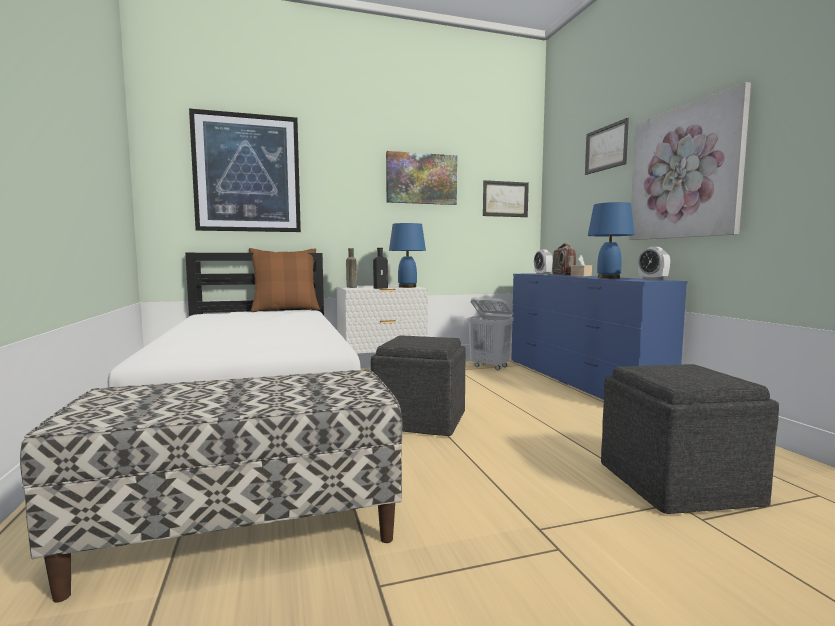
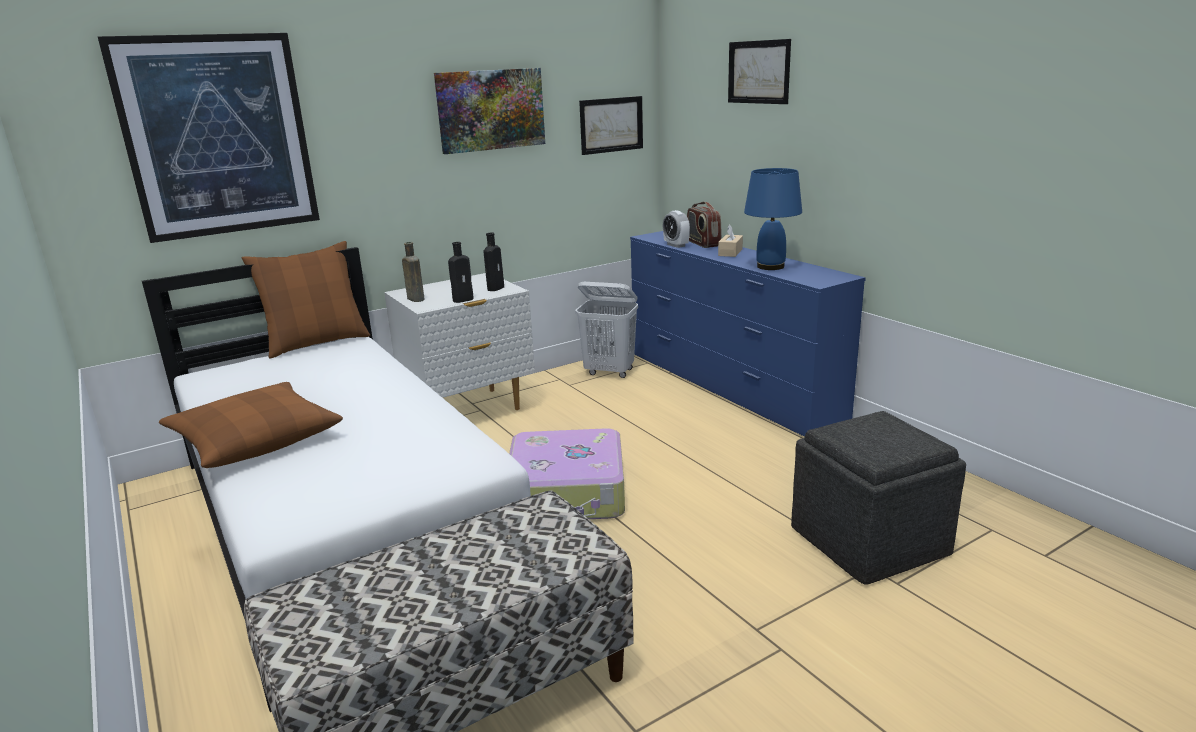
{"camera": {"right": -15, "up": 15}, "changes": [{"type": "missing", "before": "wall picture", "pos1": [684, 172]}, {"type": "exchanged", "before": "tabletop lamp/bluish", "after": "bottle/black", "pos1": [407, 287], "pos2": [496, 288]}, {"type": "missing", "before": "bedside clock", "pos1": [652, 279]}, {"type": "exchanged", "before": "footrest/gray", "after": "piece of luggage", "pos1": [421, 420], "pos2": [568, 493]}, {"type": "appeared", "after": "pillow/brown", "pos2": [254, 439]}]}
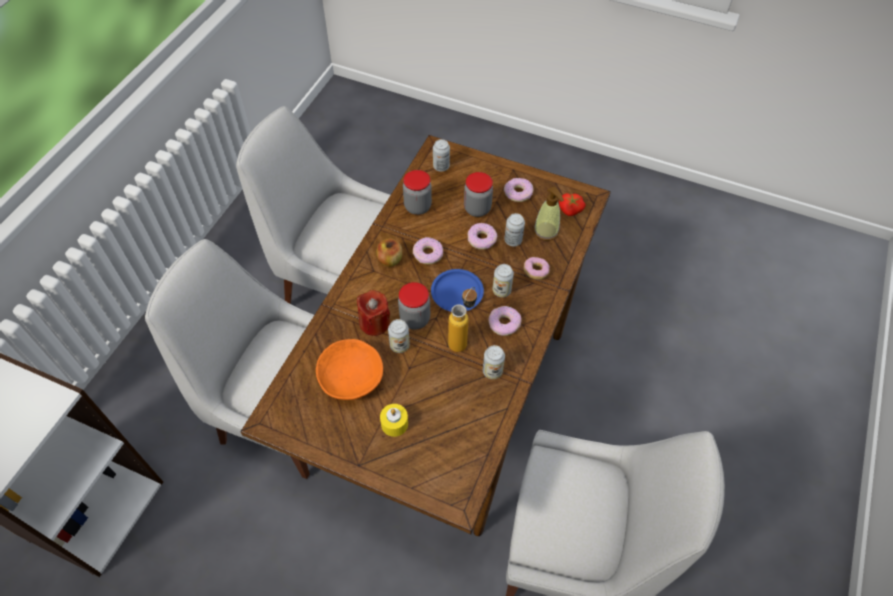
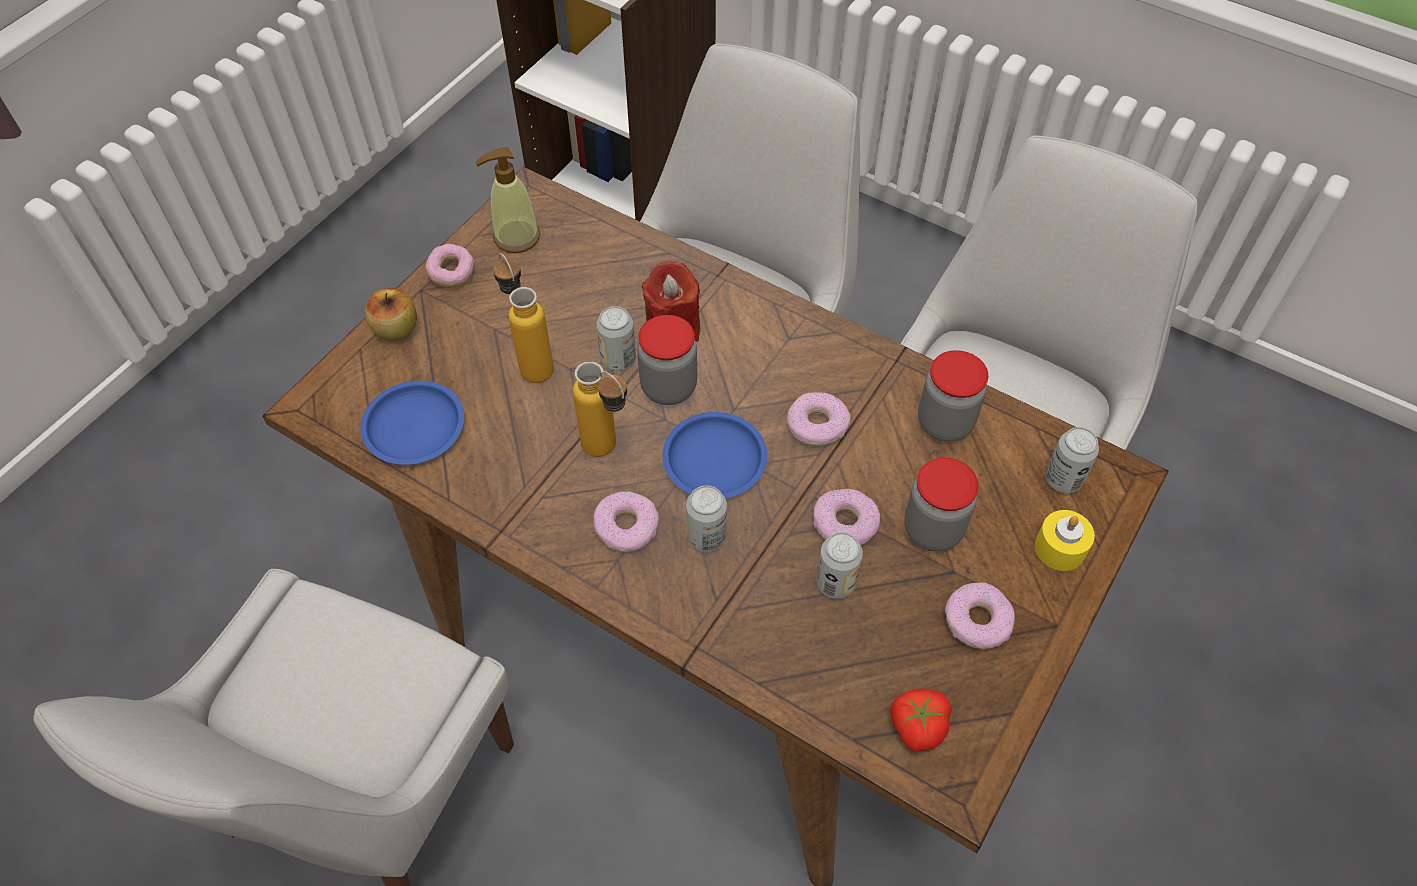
{"camera": {"right": 100, "up": 0}, "changes": [{"type": "relocated", "before": "soap dispenser", "pos1": [546, 231], "pos2": [516, 237]}, {"type": "relocated", "before": "apple fruit", "pos1": [390, 260], "pos2": [396, 329]}, {"type": "relocated", "before": "doughnut", "pos1": [535, 272], "pos2": [452, 274]}, {"type": "missing", "before": "deep dish/orange-coloured", "pos1": [351, 378]}, {"type": "missing", "before": "sealed can", "pos1": [492, 371]}, {"type": "relocated", "before": "wax light/yellowish", "pos1": [394, 423], "pos2": [1060, 548]}, {"type": "appeared", "after": "bottle", "pos2": [530, 361]}, {"type": "appeared", "after": "plate/bluish", "pos2": [413, 427]}]}
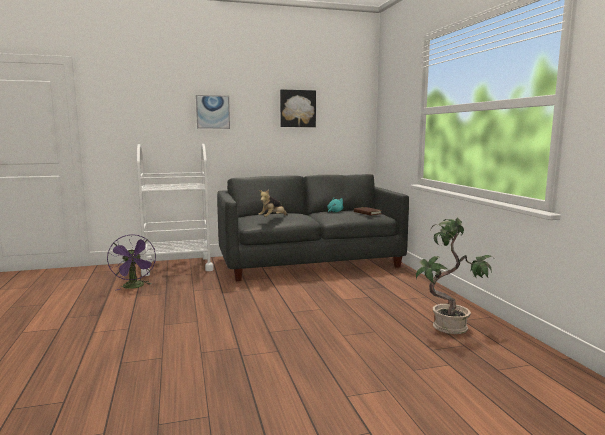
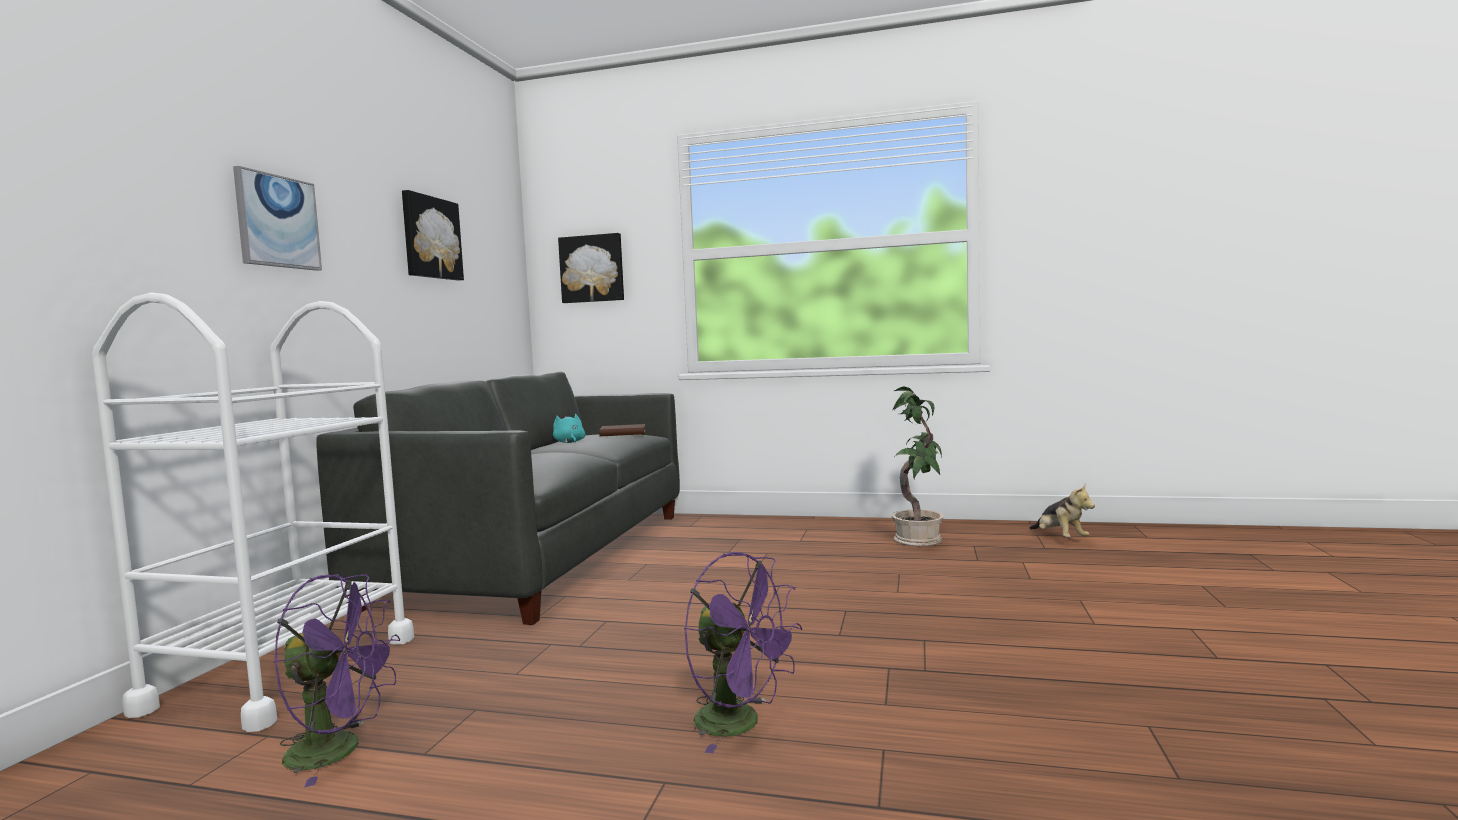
{"camera": {"right": -60, "up": -5}, "changes": [{"type": "relocated", "before": "plush toy", "pos1": [273, 218], "pos2": [1060, 538]}, {"type": "appeared", "after": "wall picture", "pos2": [592, 269]}, {"type": "appeared", "after": "electric fan/purple-coloured", "pos2": [740, 724]}]}
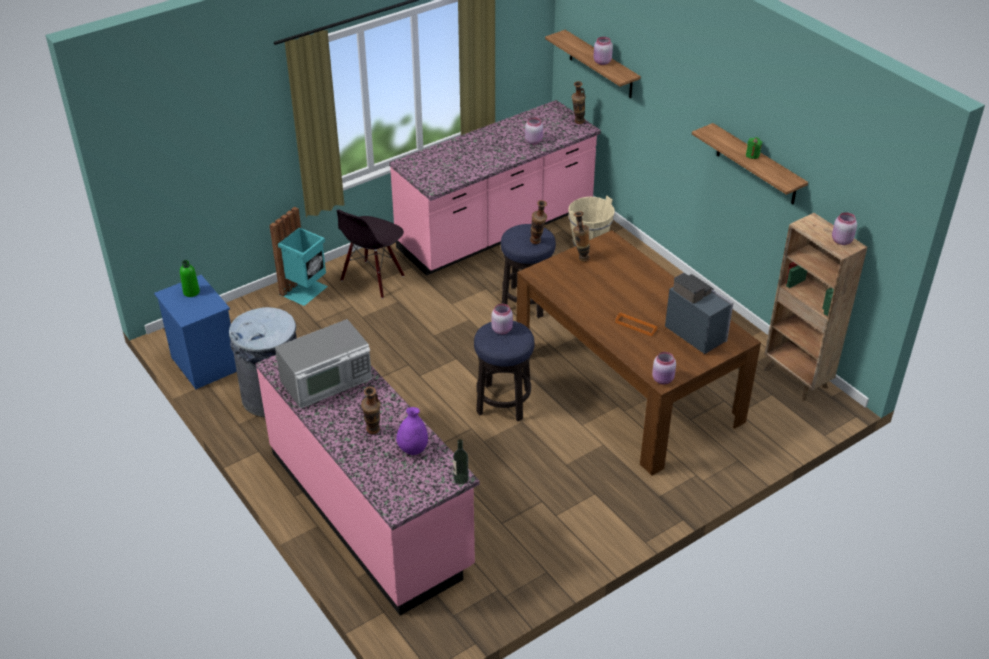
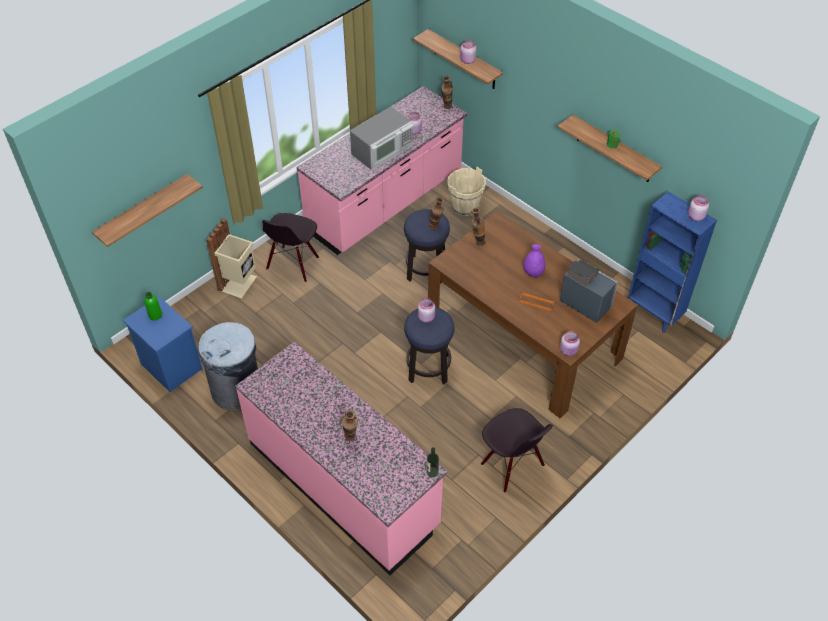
{"camera": {"right": -10, "up": 10}, "changes": [{"type": "colour", "before": "waste bin/turquoise", "after": "waste bin/sand-coloured", "pos1": [305, 291], "pos2": [239, 283]}, {"type": "colour", "before": "shelving unit/brown", "after": "shelving unit/bluish", "pos1": [796, 379], "pos2": [654, 314]}, {"type": "relocated", "before": "microwave", "pos1": [327, 381], "pos2": [382, 150]}, {"type": "relocated", "before": "decorative vase/purple-coloured", "pos1": [413, 449], "pos2": [533, 273]}, {"type": "appeared", "after": "shelf", "pos2": [143, 212]}, {"type": "appeared", "after": "chair/black", "pos2": [512, 465]}]}
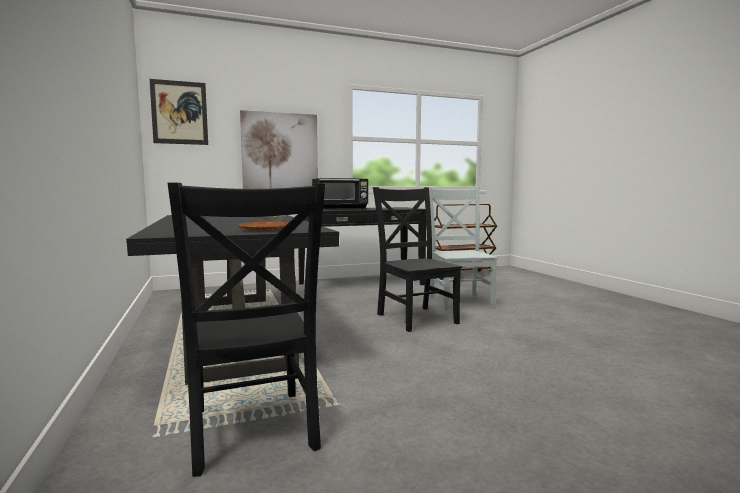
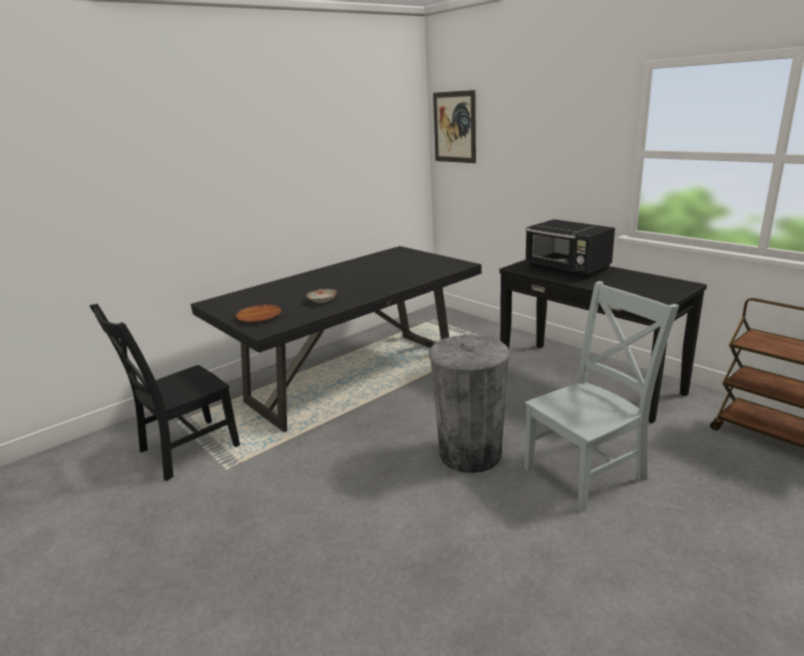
{"camera": {"right": 70, "up": 15}, "changes": [{"type": "missing", "before": "wall picture", "pos1": [280, 151]}, {"type": "exchanged", "before": "chair/black", "after": "waste bin/gray", "pos1": [415, 317], "pos2": [470, 453]}]}
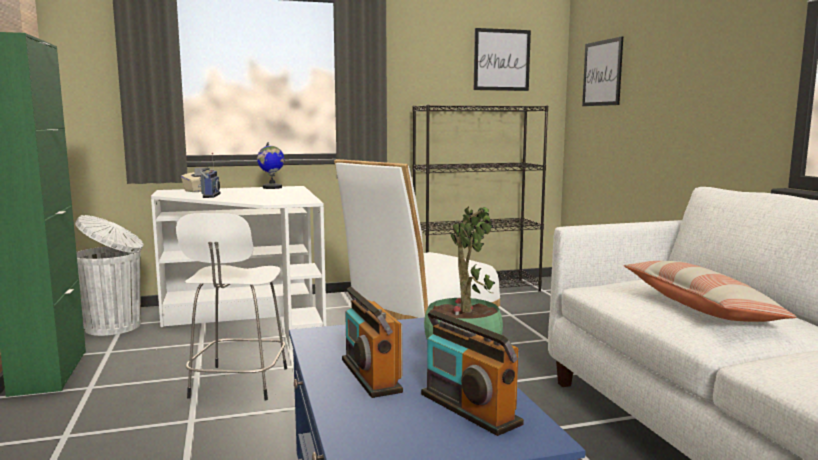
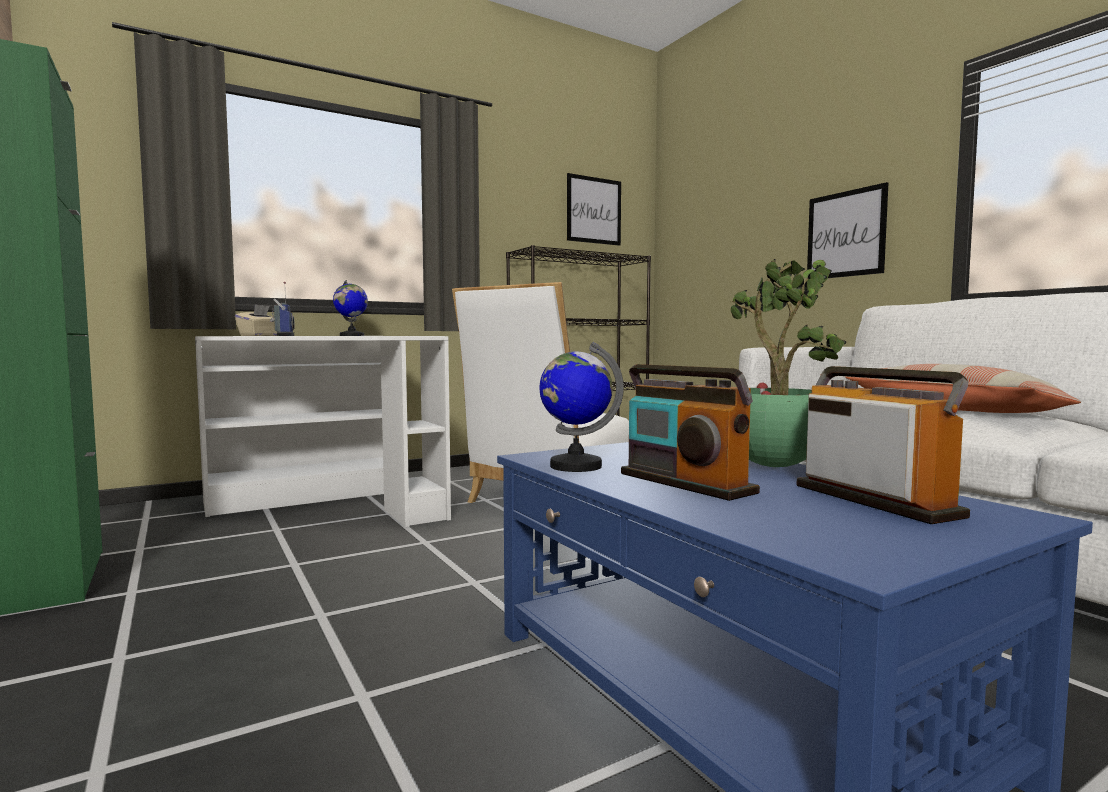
{"camera": {"right": -15, "up": -5}, "changes": [{"type": "relocated", "before": "wall picture", "pos1": [602, 73], "pos2": [845, 234]}, {"type": "missing", "before": "stool seat/whitish", "pos1": [238, 384]}, {"type": "missing", "before": "waste bin/whitish", "pos1": [115, 327]}, {"type": "spun", "before": "radio", "pos1": [469, 409], "pos2": [874, 500], "turn": -150}, {"type": "appeared", "after": "world globe", "pos2": [575, 466]}]}
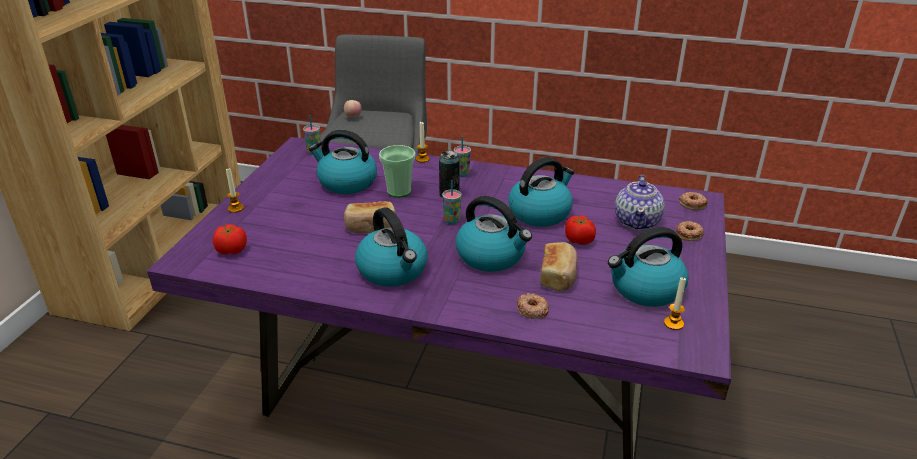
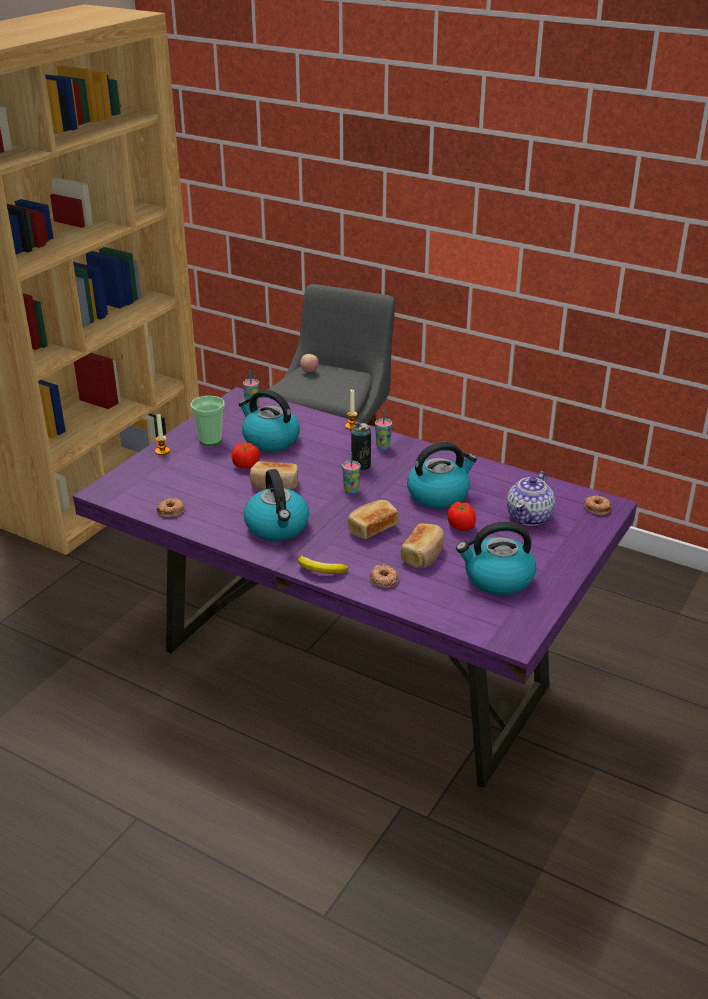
{"camera": {"right": 15, "up": 0}, "changes": [{"type": "relocated", "before": "small cup", "pos1": [399, 191], "pos2": [210, 439]}, {"type": "exchanged", "before": "kettle", "after": "bread", "pos1": [492, 256], "pos2": [371, 528]}, {"type": "relocated", "before": "doughnut", "pos1": [689, 234], "pos2": [171, 510]}, {"type": "relocated", "before": "fresh tomato", "pos1": [232, 251], "pos2": [246, 465]}, {"type": "missing", "before": "wax light", "pos1": [673, 323]}, {"type": "appeared", "after": "banana fruit", "pos2": [320, 570]}]}
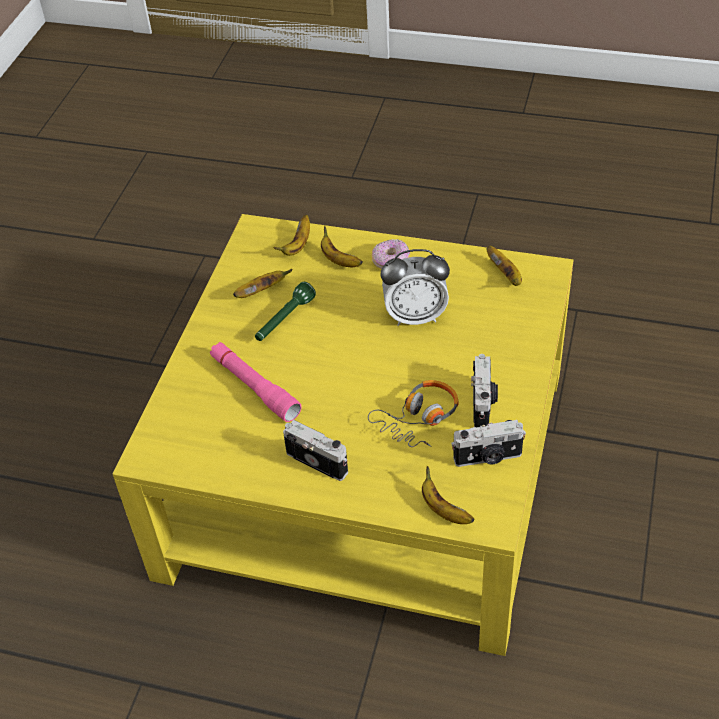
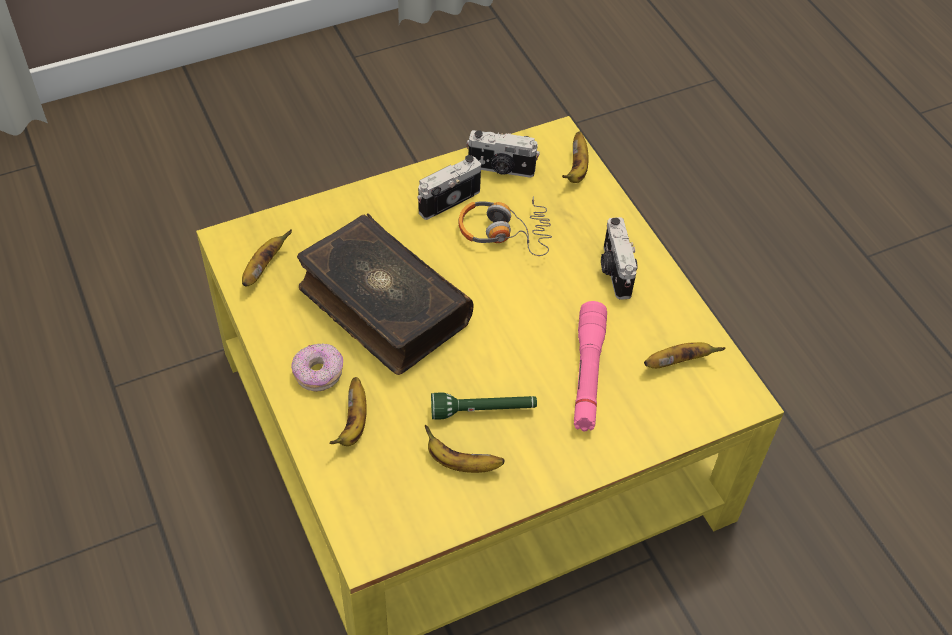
{"camera": {"right": -135, "up": 5}, "changes": [{"type": "relocated", "before": "banana fruit", "pos1": [298, 245], "pos2": [677, 362]}, {"type": "exchanged", "before": "bedside clock", "after": "bound book", "pos1": [415, 316], "pos2": [382, 306]}, {"type": "spun", "before": "photo camera", "pos1": [488, 458], "pos2": [501, 169], "turn": 150}]}
